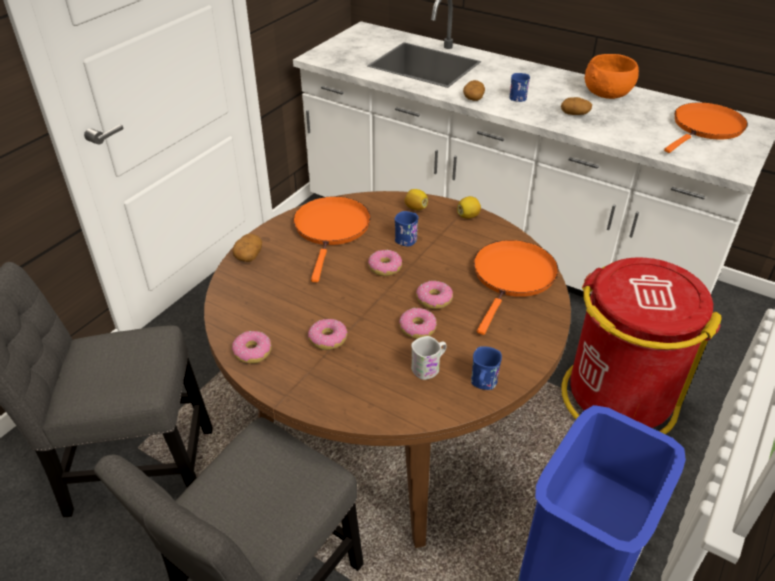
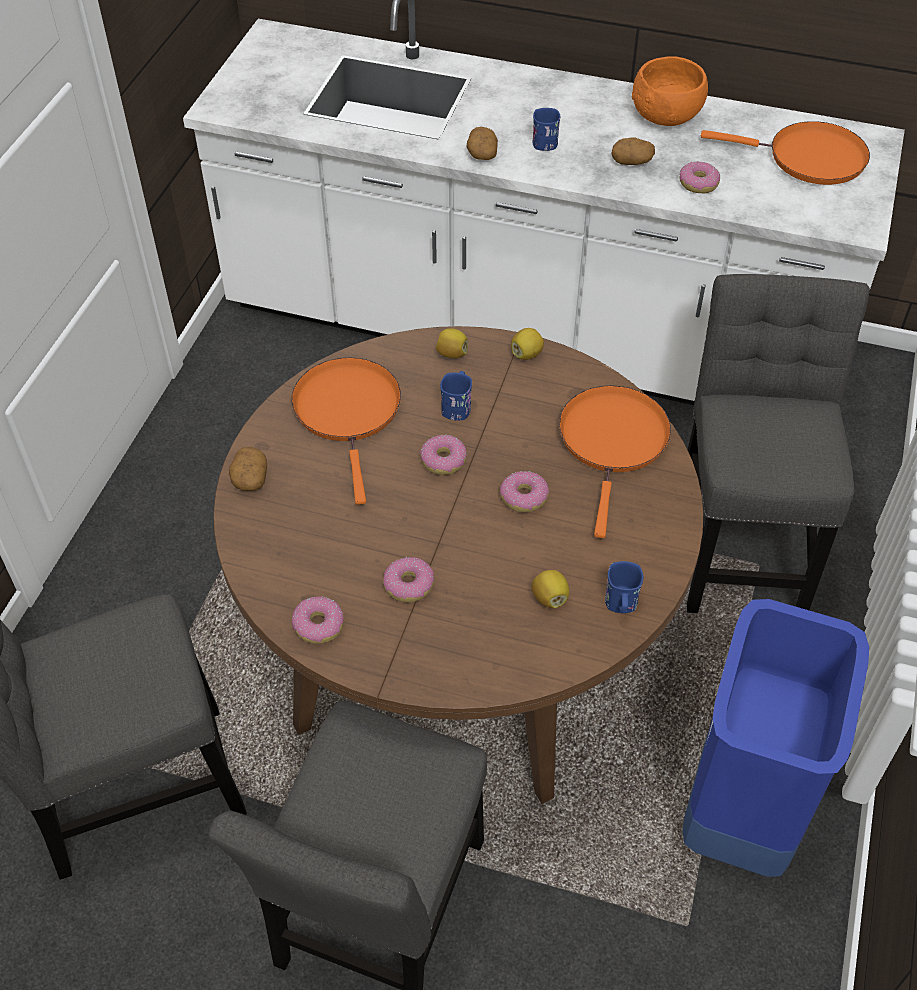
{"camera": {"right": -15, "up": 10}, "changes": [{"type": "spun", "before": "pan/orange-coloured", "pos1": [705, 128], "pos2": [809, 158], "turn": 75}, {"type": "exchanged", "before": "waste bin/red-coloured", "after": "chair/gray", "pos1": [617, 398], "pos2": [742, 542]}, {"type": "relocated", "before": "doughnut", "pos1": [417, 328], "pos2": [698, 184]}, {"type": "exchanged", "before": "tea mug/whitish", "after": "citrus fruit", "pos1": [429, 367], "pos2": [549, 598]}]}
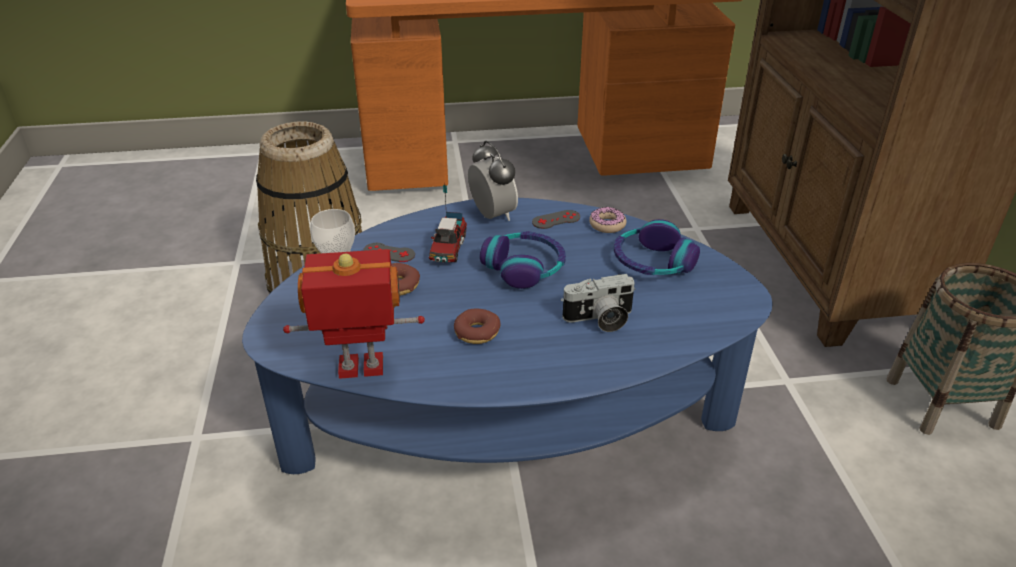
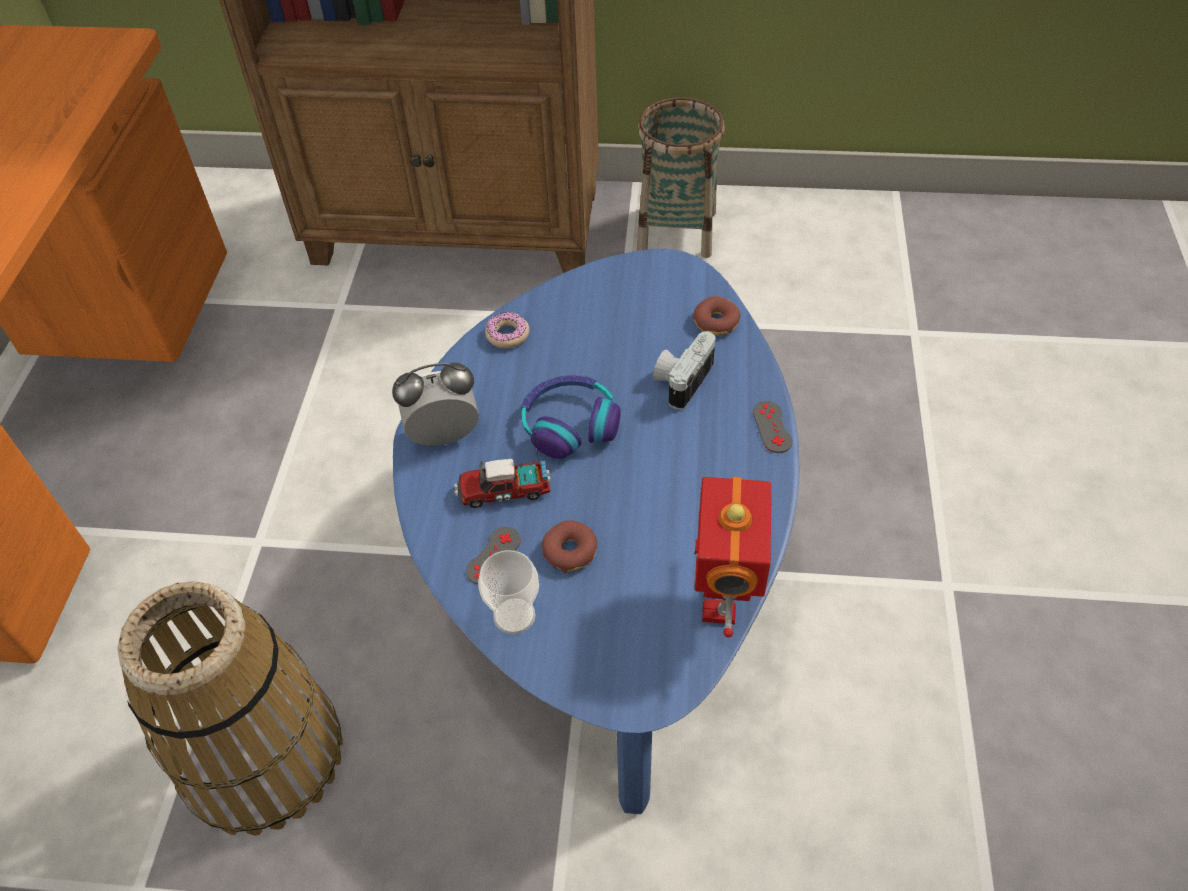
{"camera": {"right": -75, "up": 15}, "changes": [{"type": "spun", "before": "toy truck", "pos1": [448, 248], "pos2": [503, 491], "turn": 150}, {"type": "relocated", "before": "game controller/gray", "pos1": [556, 220], "pos2": [772, 427]}, {"type": "missing", "before": "headset", "pos1": [652, 262]}, {"type": "spun", "before": "photo camera", "pos1": [600, 319], "pos2": [682, 380], "turn": -150}, {"type": "relocated", "before": "doughnut", "pos1": [477, 332], "pos2": [716, 322]}]}
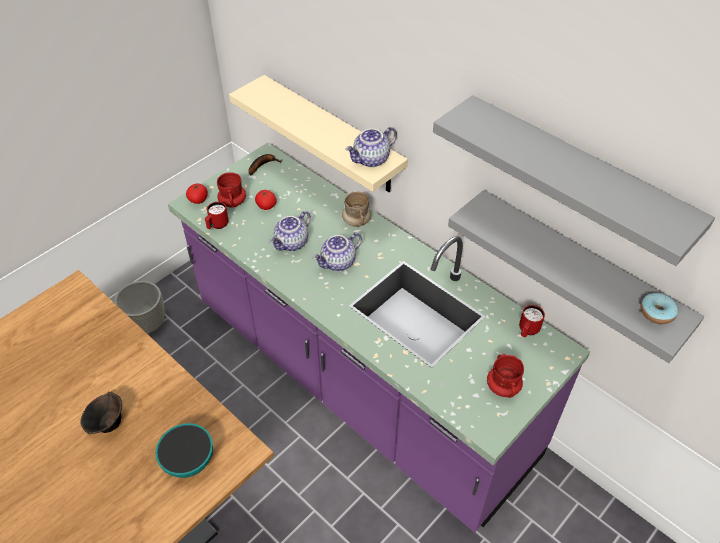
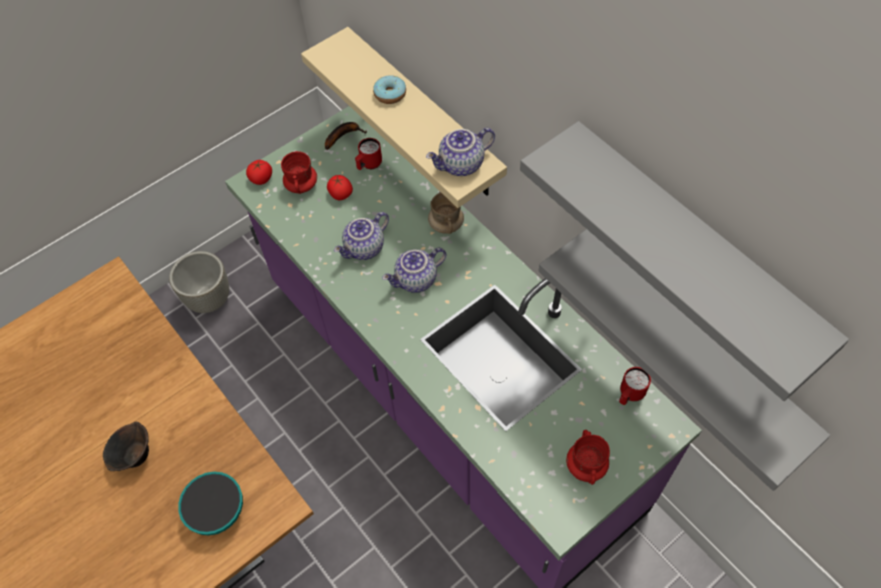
{"camera": {"right": 10, "up": 10}, "changes": [{"type": "relocated", "before": "tea mug/red-coloured", "pos1": [217, 226], "pos2": [369, 165]}, {"type": "relocated", "before": "doughnut", "pos1": [656, 312], "pos2": [390, 94]}]}
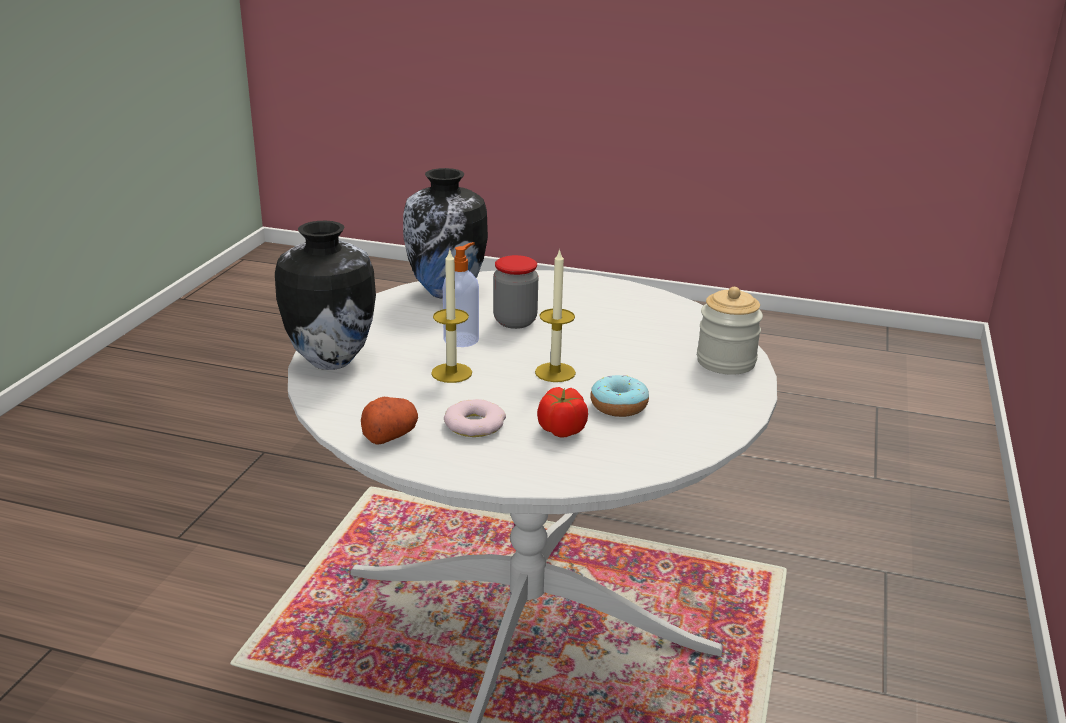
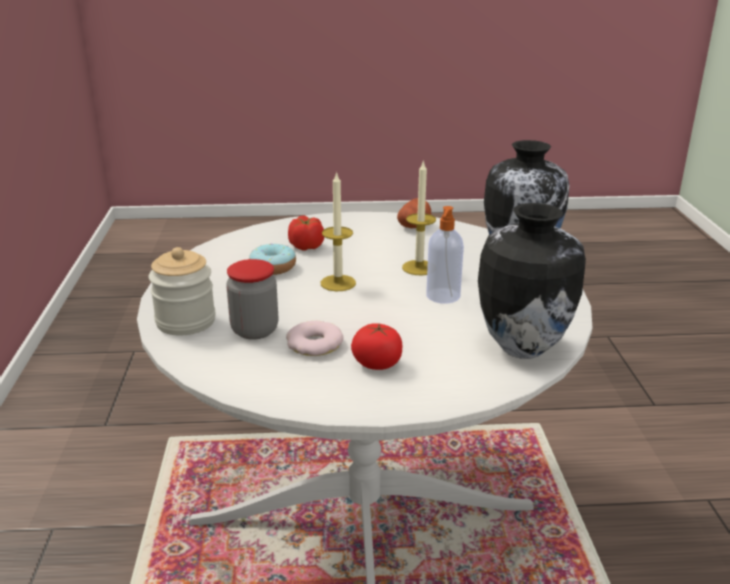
{"camera": {"right": 160, "up": 0}, "changes": [{"type": "relocated", "before": "jar", "pos1": [515, 321], "pos2": [255, 330]}, {"type": "relocated", "before": "doughnut", "pos1": [474, 424], "pos2": [315, 344]}, {"type": "appeared", "after": "fresh tomato", "pos2": [377, 363]}]}
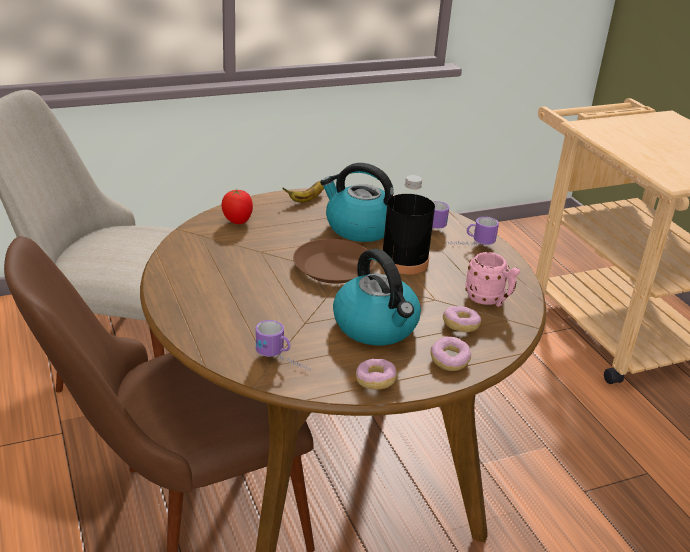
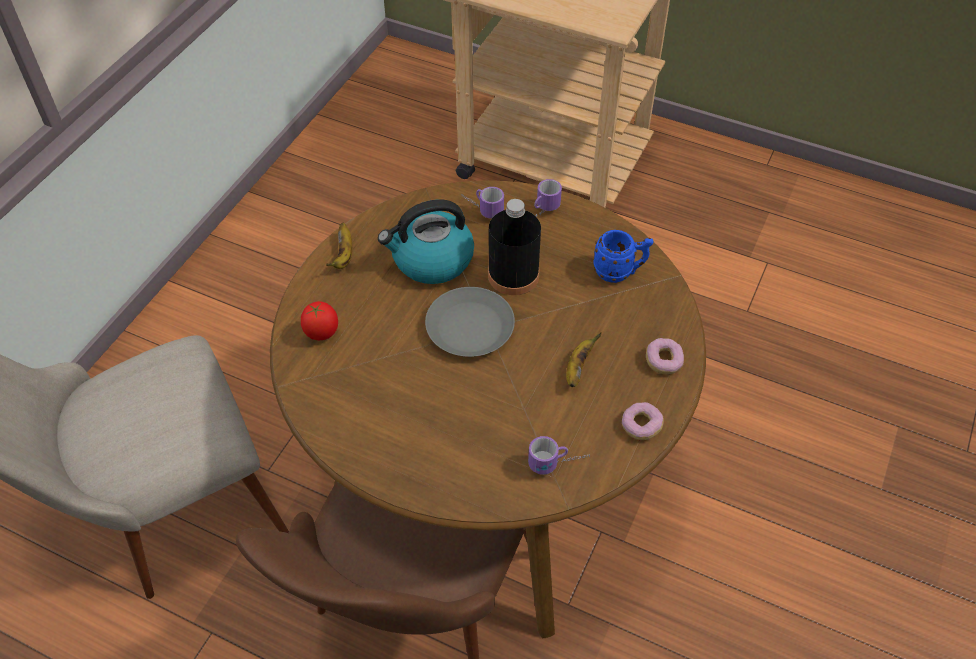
{"camera": {"right": -40, "up": 20}, "changes": [{"type": "colour", "before": "plate/brown", "after": "plate/gray", "pos1": [334, 268], "pos2": [470, 327]}, {"type": "exchanged", "before": "kettle", "after": "banana fruit", "pos1": [376, 326], "pos2": [578, 368]}, {"type": "colour", "before": "tea mug/pink-coloured", "after": "tea mug/bluish", "pos1": [489, 300], "pos2": [619, 272]}, {"type": "missing", "before": "doughnut", "pos1": [460, 326]}]}
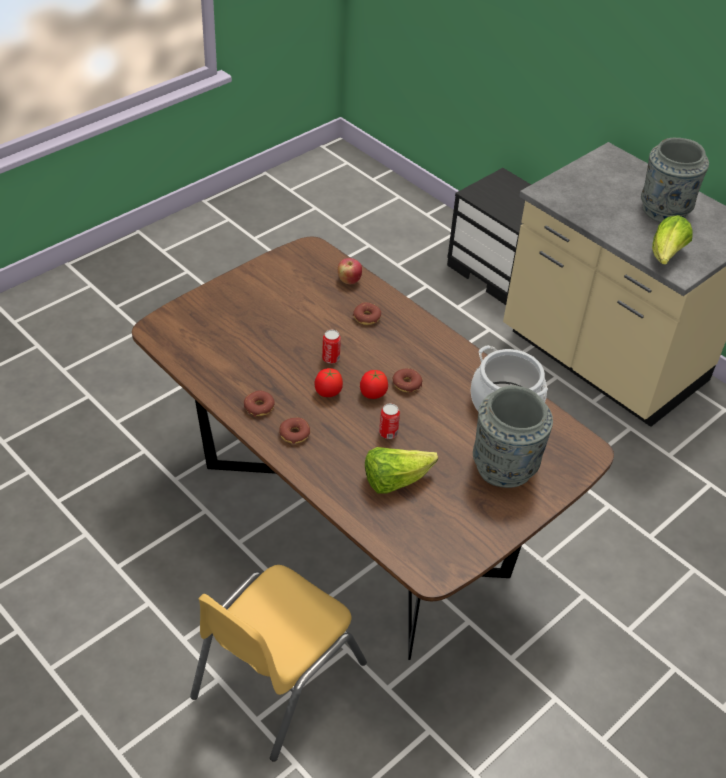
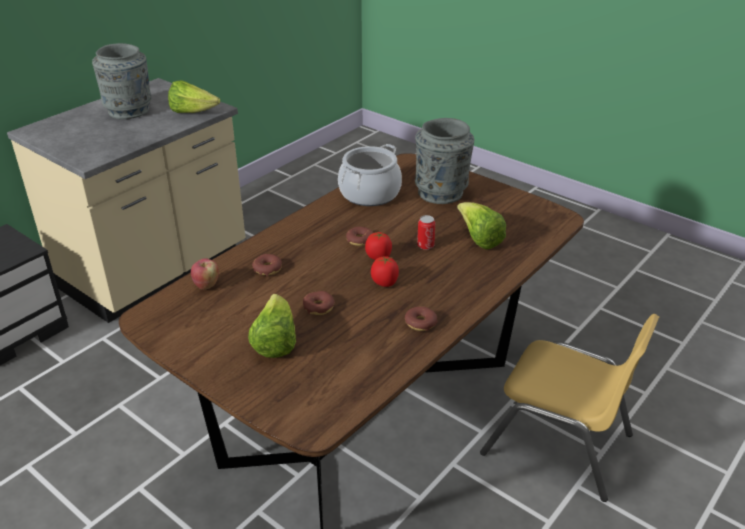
{"camera": {"right": -95, "up": -10}, "changes": [{"type": "missing", "before": "sealed can", "pos1": [331, 358]}, {"type": "relocated", "before": "doughnut", "pos1": [294, 434], "pos2": [319, 307]}, {"type": "appeared", "after": "head of lettuce", "pos2": [275, 342]}]}
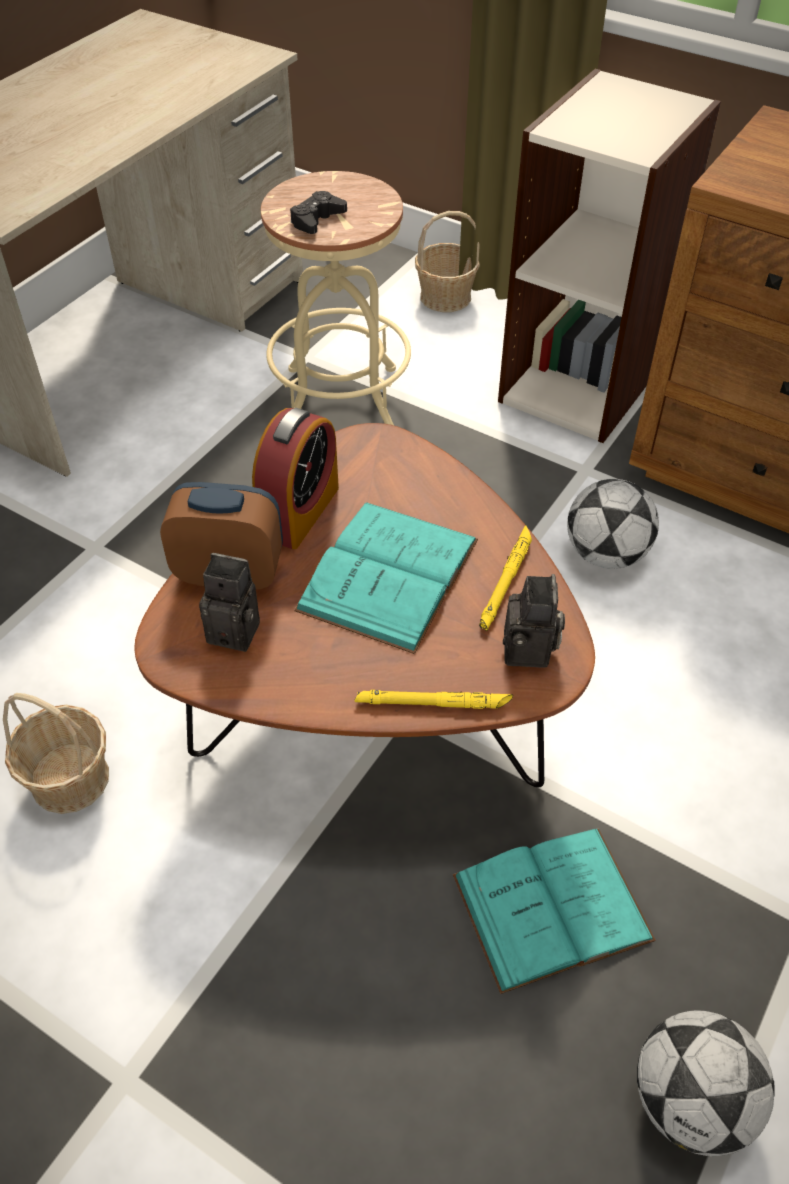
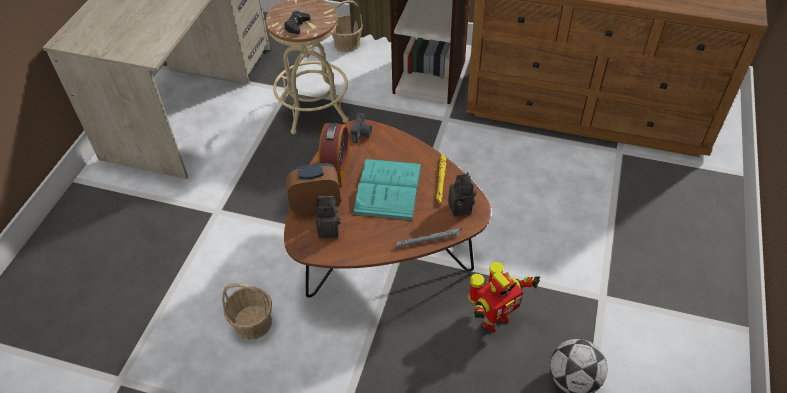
{"camera": {"right": -15, "up": 0}, "changes": [{"type": "missing", "before": "football ball", "pos1": [605, 554]}, {"type": "colour", "before": "flashlight/yellowish", "after": "flashlight/gray", "pos1": [433, 703], "pos2": [428, 240]}, {"type": "exchanged", "before": "bound book/turquoise", "after": "model robot", "pos1": [551, 907], "pos2": [493, 320]}, {"type": "appeared", "after": "photo camera", "pos2": [362, 134]}]}
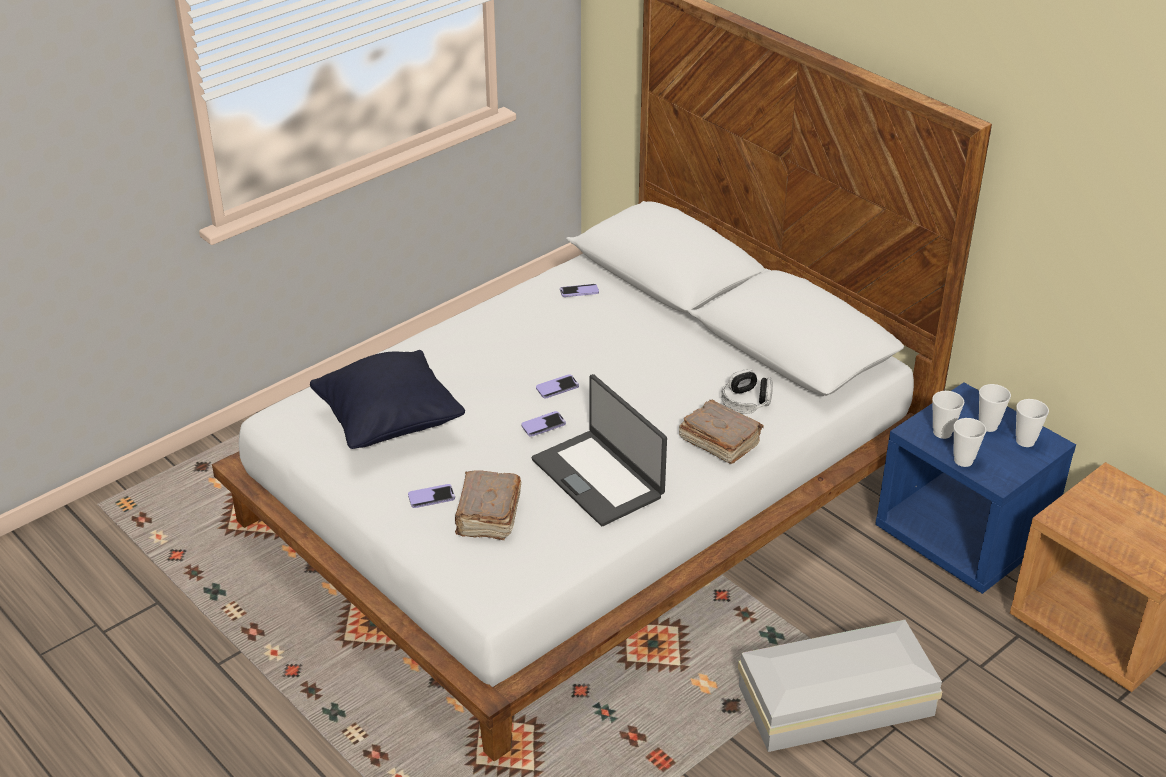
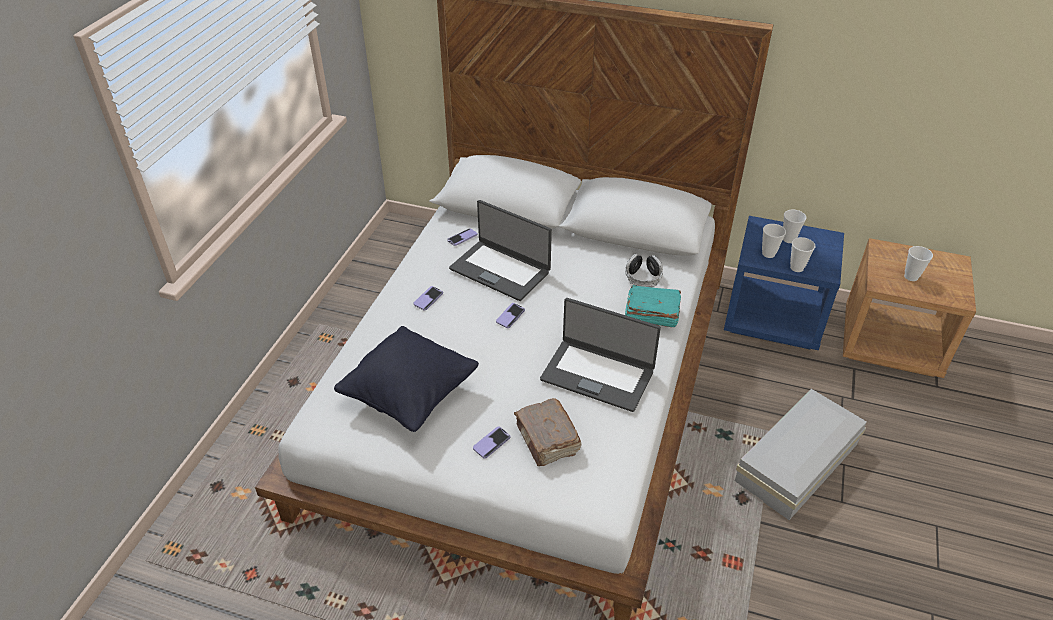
{"camera": {"right": -30, "up": 5}, "changes": [{"type": "relocated", "before": "small cup", "pos1": [1025, 441], "pos2": [911, 277]}, {"type": "colour", "before": "bound book/brown", "after": "bound book/turquoise", "pos1": [719, 442], "pos2": [651, 314]}, {"type": "relocated", "before": "handset", "pos1": [543, 425], "pos2": [428, 299]}, {"type": "appeared", "after": "laptop", "pos2": [500, 270]}]}
